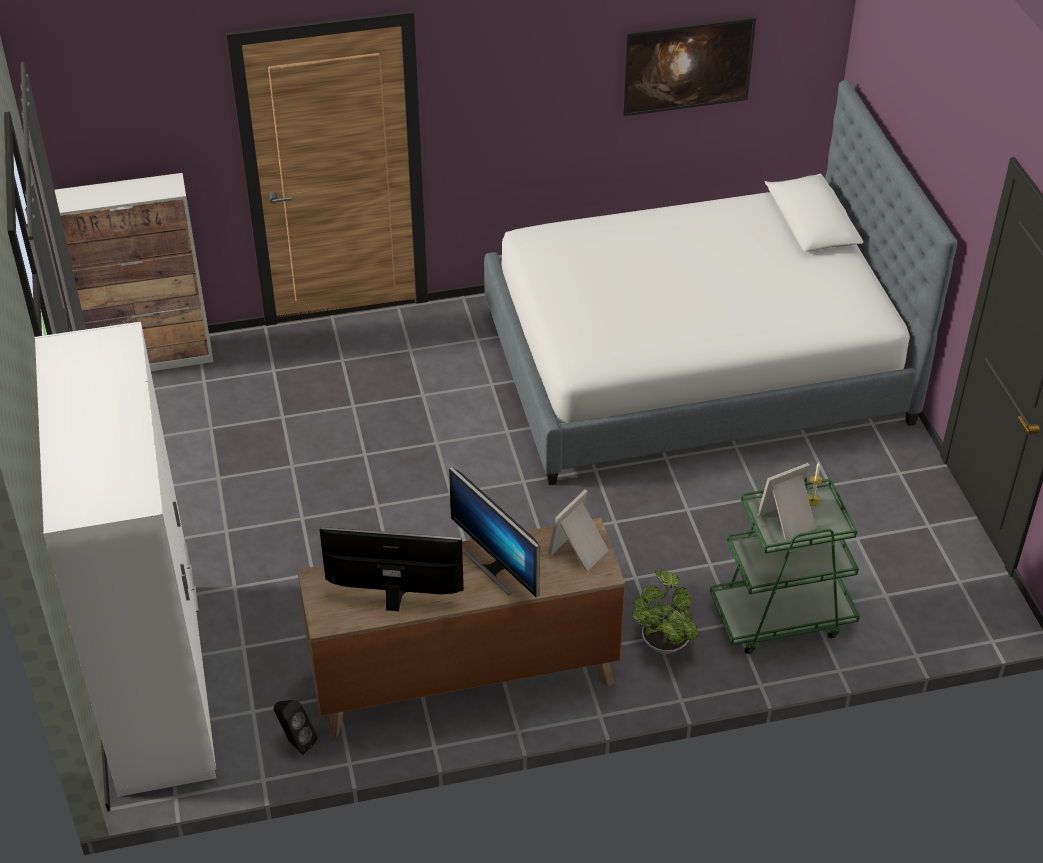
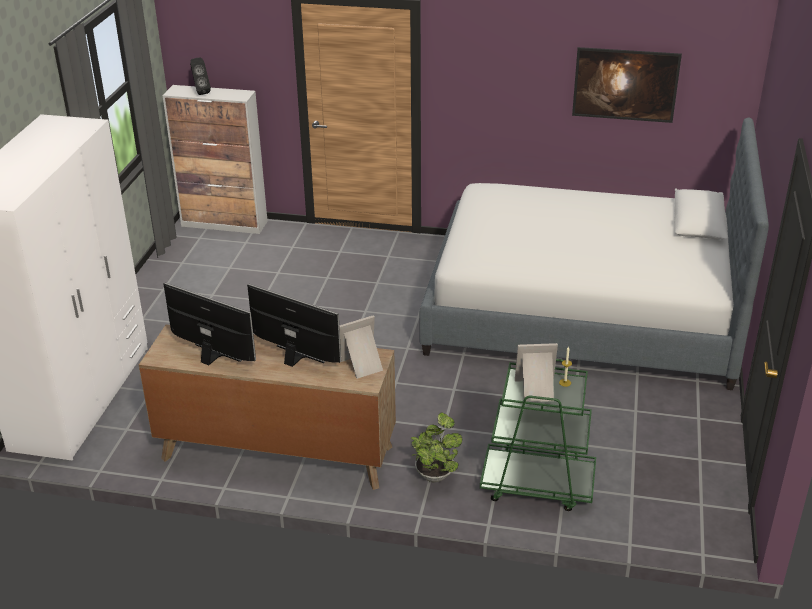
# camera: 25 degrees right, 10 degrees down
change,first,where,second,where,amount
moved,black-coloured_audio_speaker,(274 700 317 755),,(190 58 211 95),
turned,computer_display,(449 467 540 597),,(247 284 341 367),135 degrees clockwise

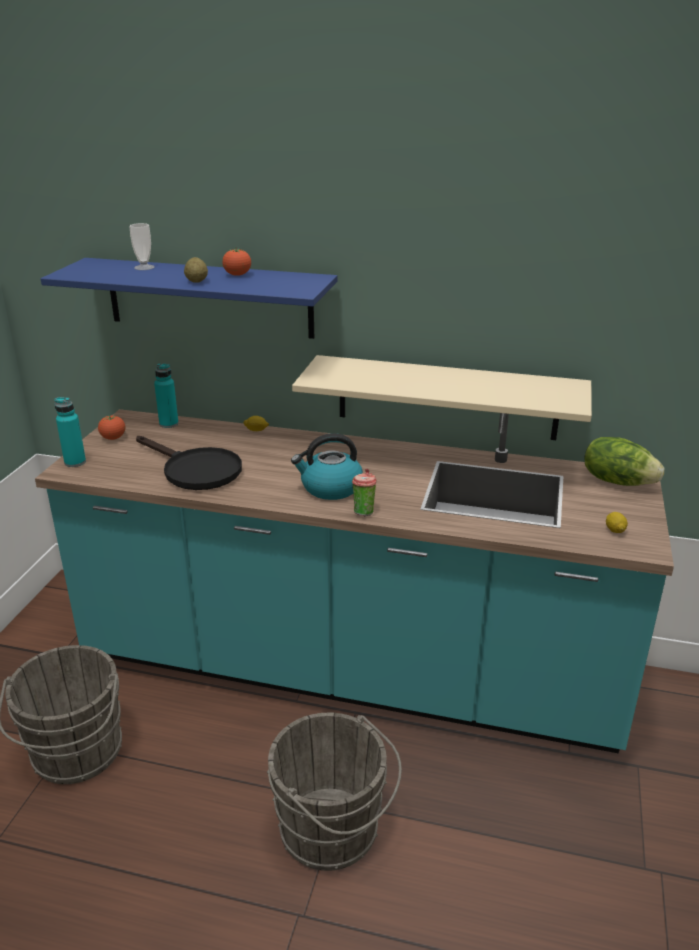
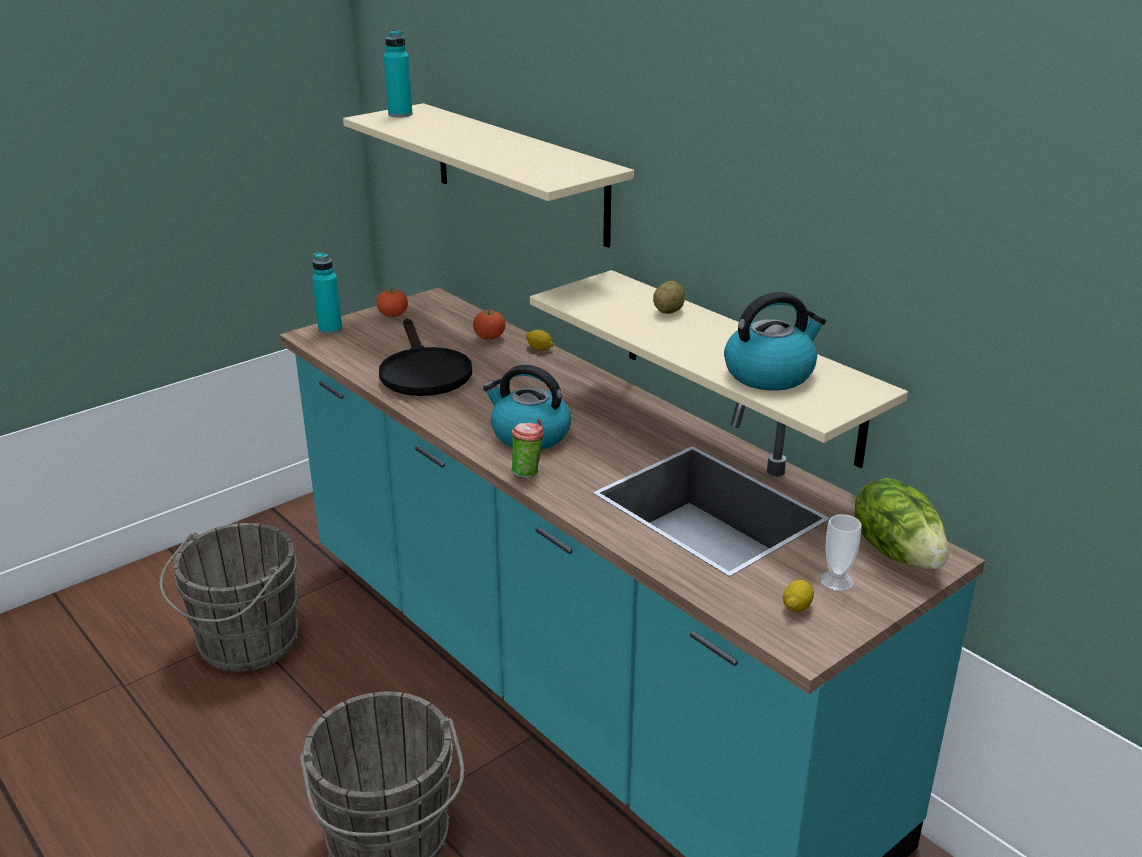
# camera: 35 degrees right, 0 degrees up
change,first,where,second,where,amount
added,,,kettle,(724 292 826 390),
moved,drinking_cup,(129 223 154 270),,(820 514 861 592),
moved,turquoise_beverage_bottle,(154 363 179 428),,(384 30 412 118),
moved,whole_potato,(184 257 208 283),,(653 281 685 314),
moved,tomato,(222 248 251 276),,(473 309 505 340),
recoloured,blue-coloured_bracket_shelf,(41 258 337 339),beige_bracket_shelf,(343 103 634 248),

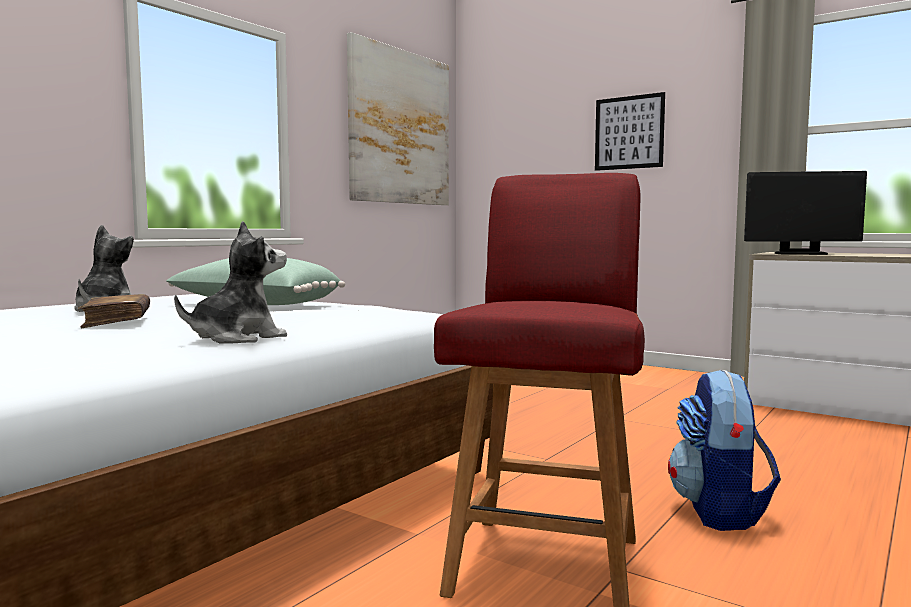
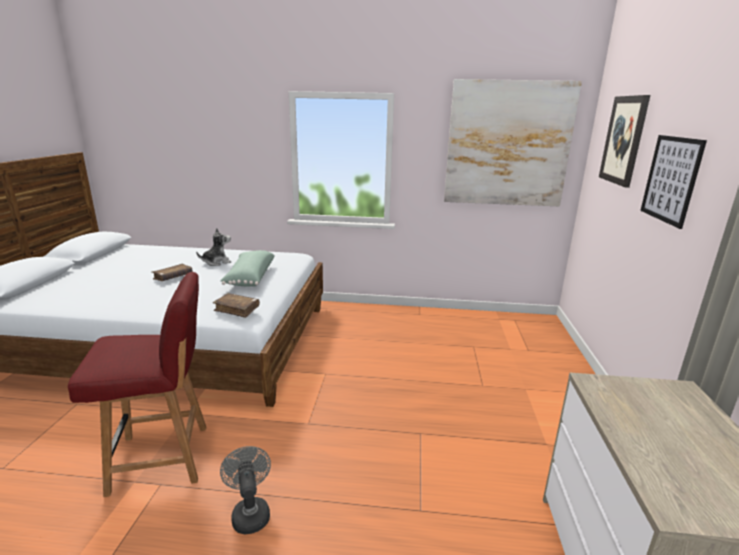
# camera: 60 degrees right, 15 degrees up
change,first,where,second,where,amount
removed,plush_toy,(174 221 287 344),,,
removed,computer_display,(744 171 867 255),,,
added,,,brown_book,(213 293 260 318),
added,,,wall_picture,(599 95 650 188),
replaced,backpack,(668 370 781 531),grey_fan,(220 446 271 534),

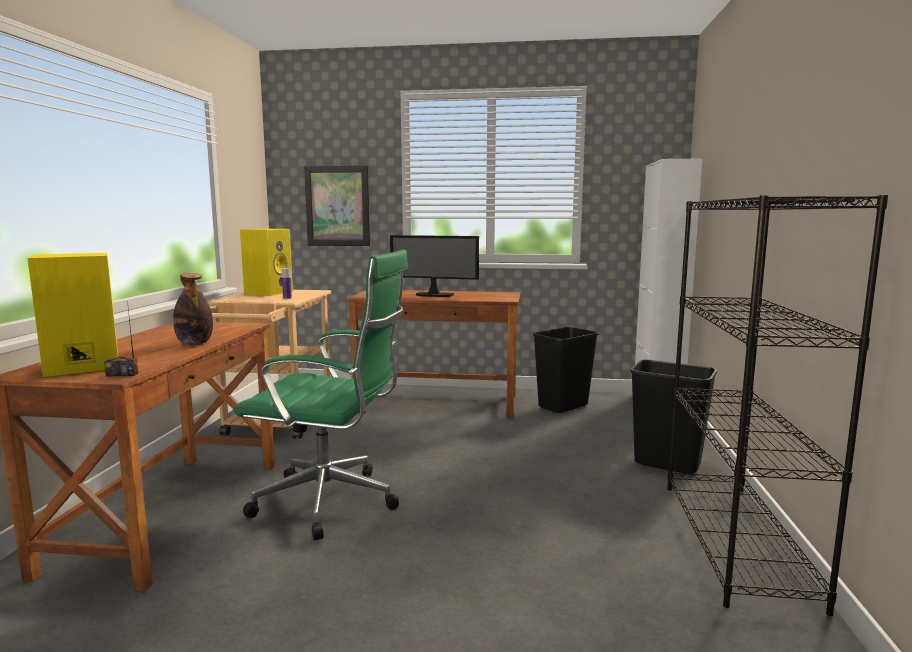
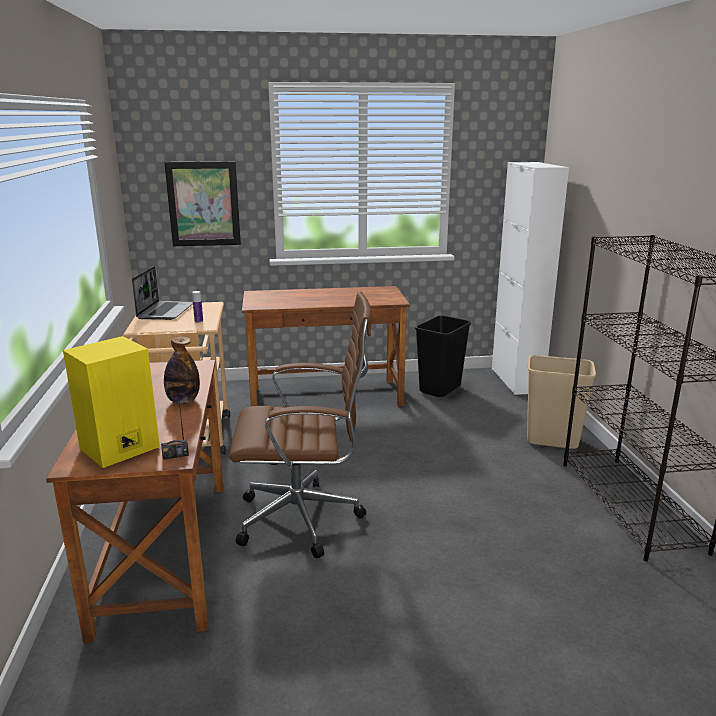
# camera: 15 degrees left, 10 degrees up
change,first,where,second,where,amount
removed,computer_display,(390 235 479 297),,,
replaced,yellow_audio_speaker,(240 229 293 296),notebook_computer,(132 266 193 320),
recoloured,green_office_chair,(234 249 409 541),brown_office_chair,(229 292 371 558),
recoloured,black-coloured_rubbish_bin,(630 360 717 474),beige_rubbish_bin,(527 355 596 449),

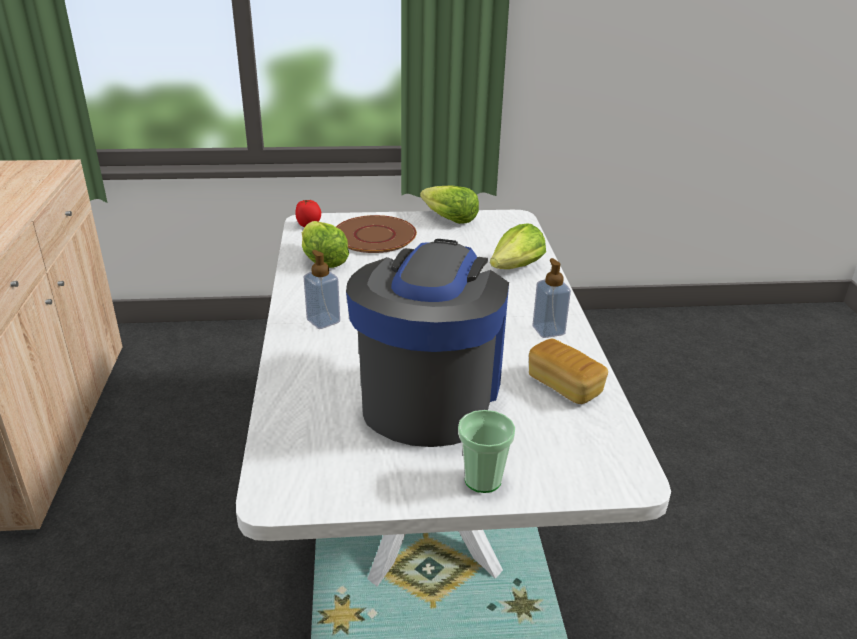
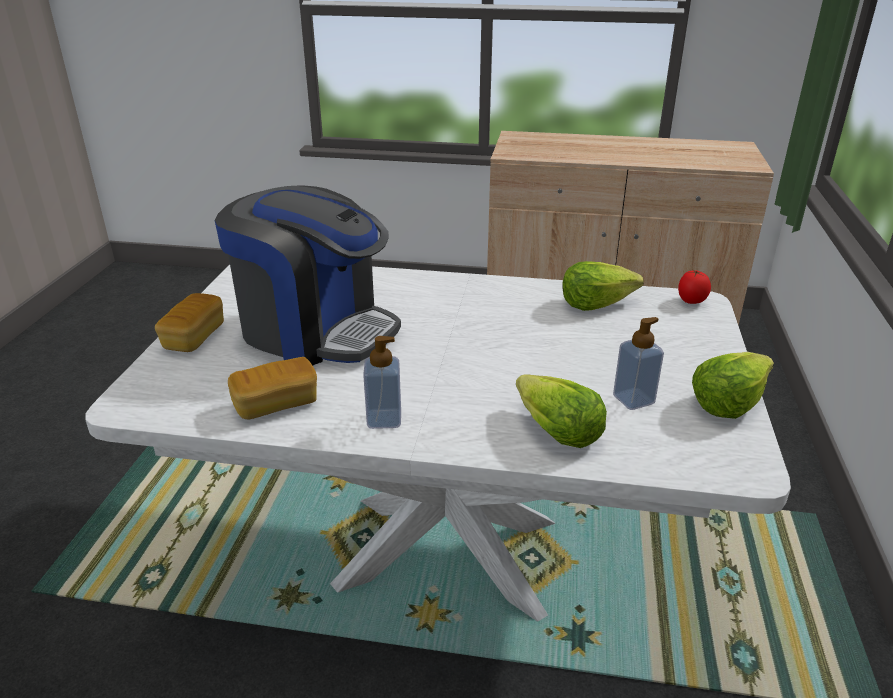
# camera: 105 degrees right, 0 degrees up
change,first,where,second,where,amount
removed,brown_plate,(336 215 417 253),,,
moved,soap_bottle,(304 250 340 329),,(613 317 664 410),
replaced,drinking_cup,(458 410 515 493),bread,(155 293 224 352),

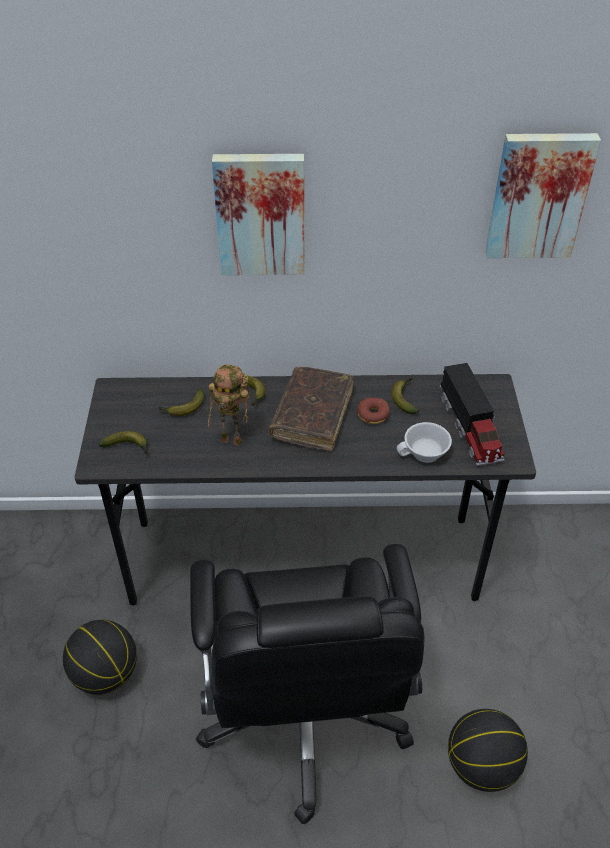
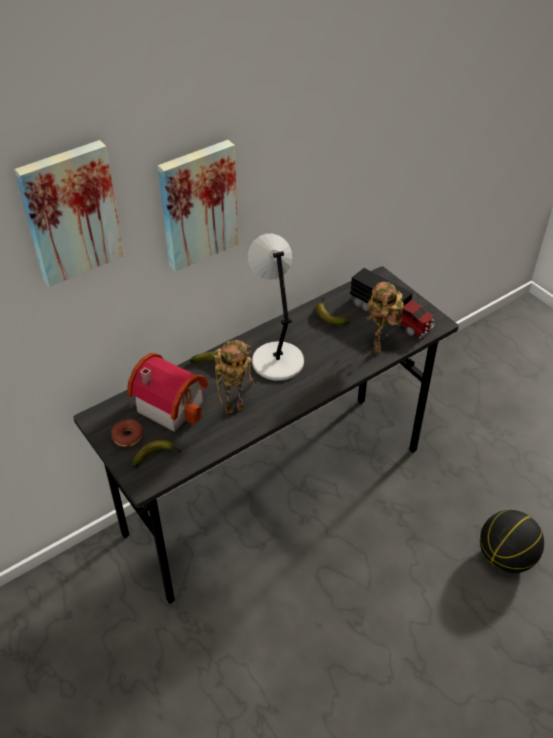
# camera: 35 degrees left, 0 degrees up
change,first,where,second,where,amount
removed,basketball,(63 620 137 695),,,
removed,black-coloured_office_chair,(190 544 424 824),,,
moved,donut,(357 398 390 424),,(111 419 143 447),
moved,wall_picture,(485 133 601 258),,(14 140 124 287),
replaced,banana_fruit,(158 388 204 416),toy_house,(127 353 208 432),
replaced,brown_book,(269 367 353 452),grey_tabletop_lamp,(248 234 304 381),
replaced,whitish_drinking_cup,(396 422 452 463),robot_figure,(366 282 404 353),

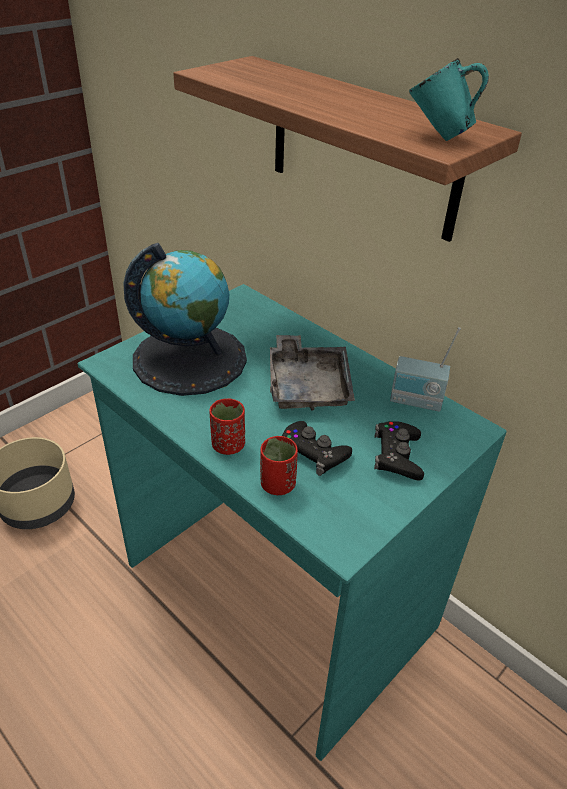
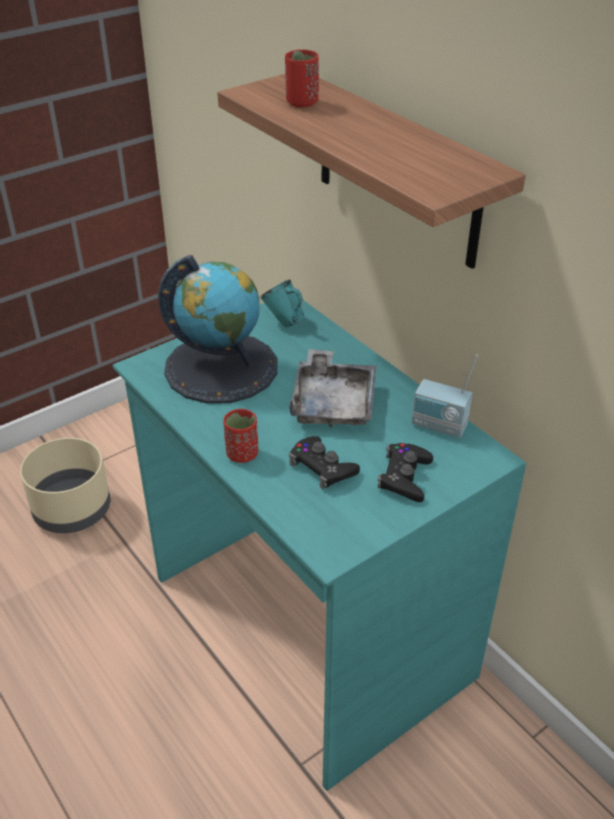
# camera: 10 degrees right, 0 degrees up
change,first,where,second,where,amount
moved,red-coloured_drinking_cup,(260 436 298 495),,(285 49 319 107),
moved,turquoise_mug,(409 58 489 141),,(260 279 305 328),

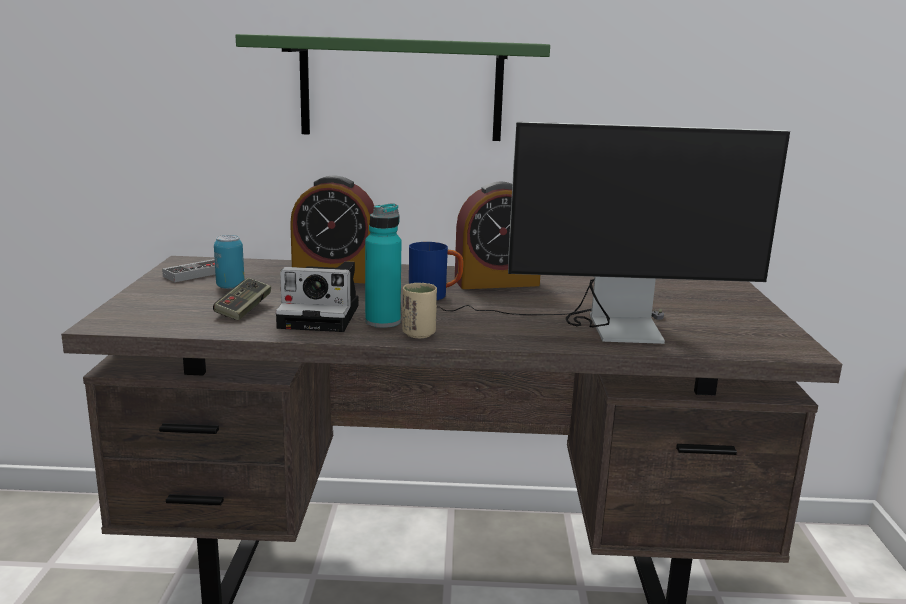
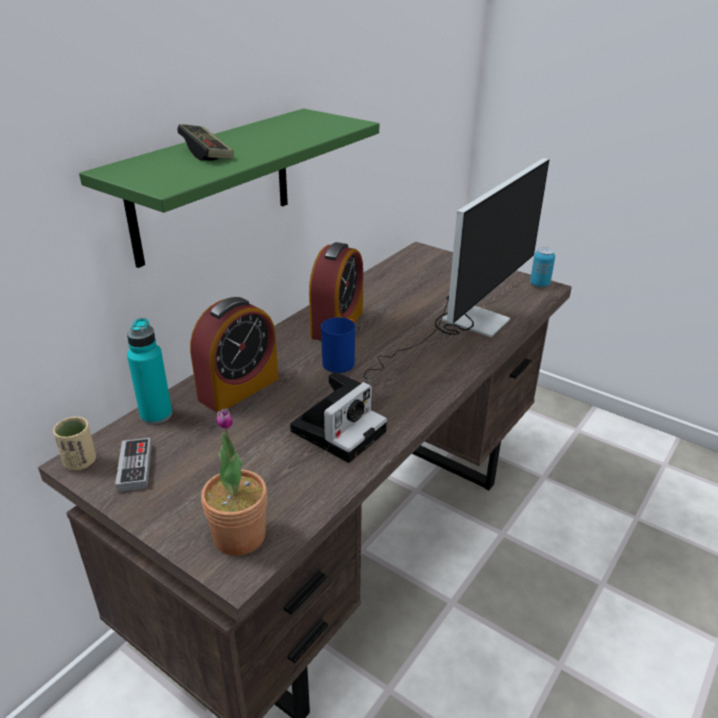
# camera: 55 degrees left, 15 degrees up
change,first,where,second,where,amount
added,,,houseplant,(201 408 267 556),
moved,joypad,(213 278 271 320),,(177 124 234 161),
moved,sealed_can,(214 235 244 289),,(530 247 555 287),
moved,turquoise_beverage_bottle,(365 204 401 328),,(127 318 172 425),
moved,beige_drinking_cup,(402 283 437 338),,(53 416 96 470),

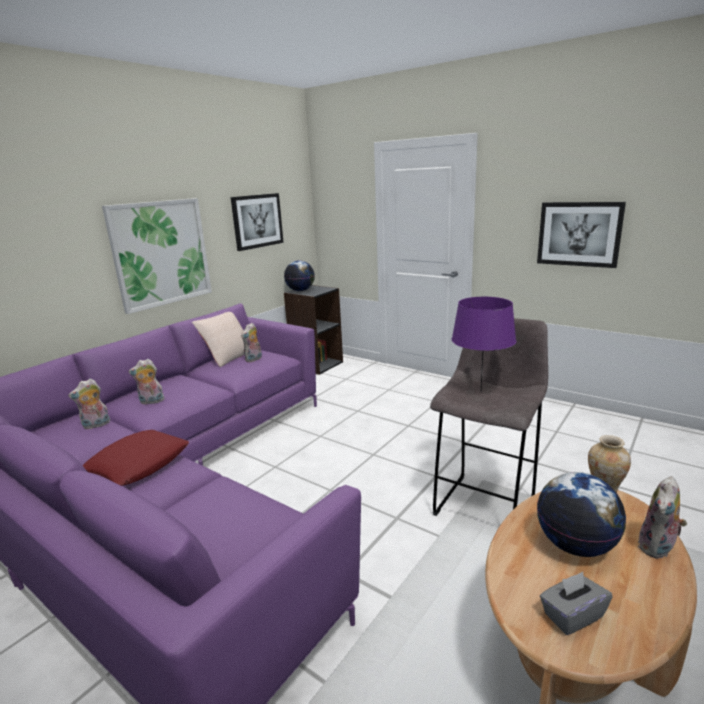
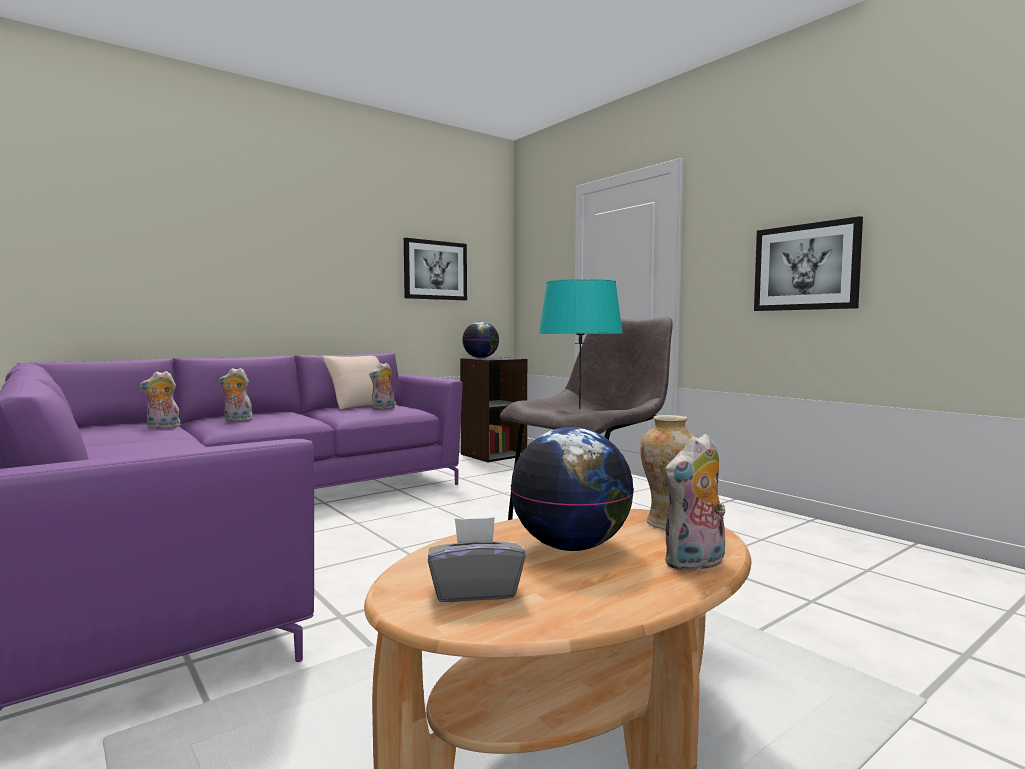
# camera: 15 degrees right, 15 degrees down
change,first,where,second,where,amount
removed,red-coloured_throw_pillow,(82 430 189 486),,,
removed,wall_picture,(102 198 212 314),,,
recoloured,purple_tabletop_lamp,(452 297 516 389),turquoise_tabletop_lamp,(539 279 623 409),

